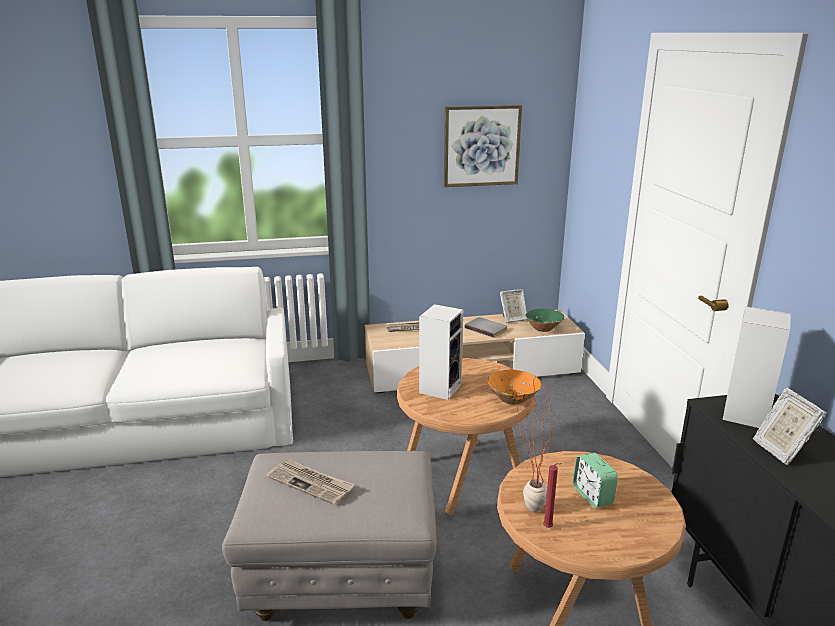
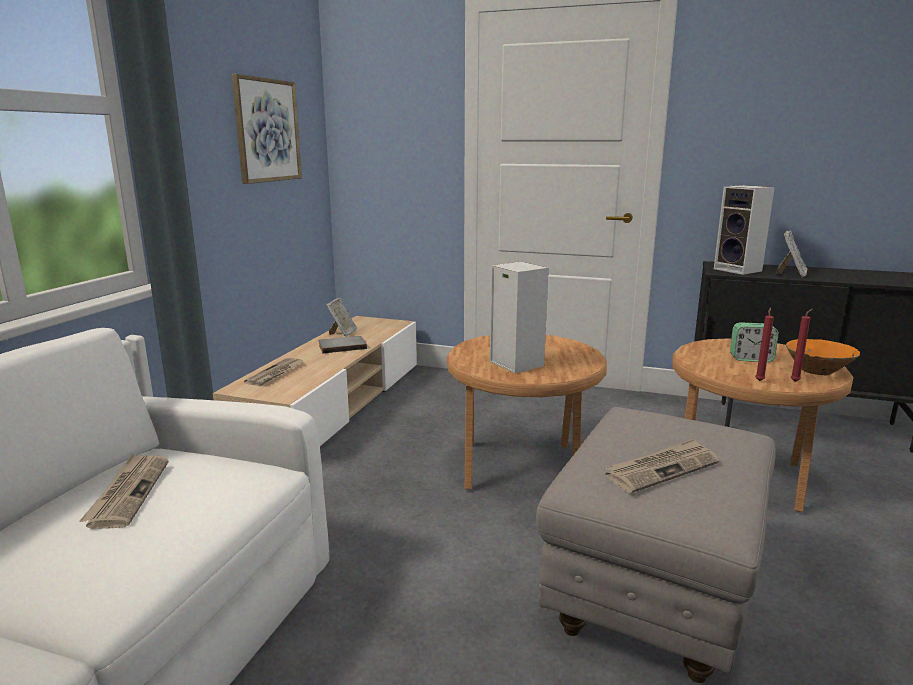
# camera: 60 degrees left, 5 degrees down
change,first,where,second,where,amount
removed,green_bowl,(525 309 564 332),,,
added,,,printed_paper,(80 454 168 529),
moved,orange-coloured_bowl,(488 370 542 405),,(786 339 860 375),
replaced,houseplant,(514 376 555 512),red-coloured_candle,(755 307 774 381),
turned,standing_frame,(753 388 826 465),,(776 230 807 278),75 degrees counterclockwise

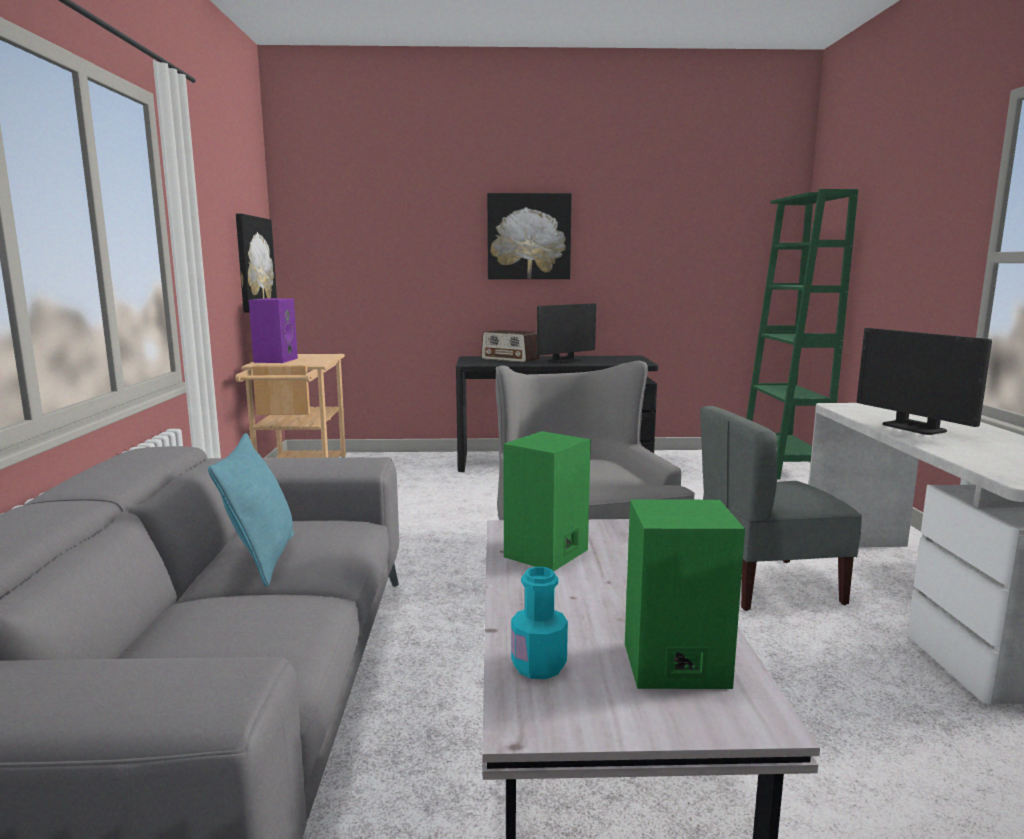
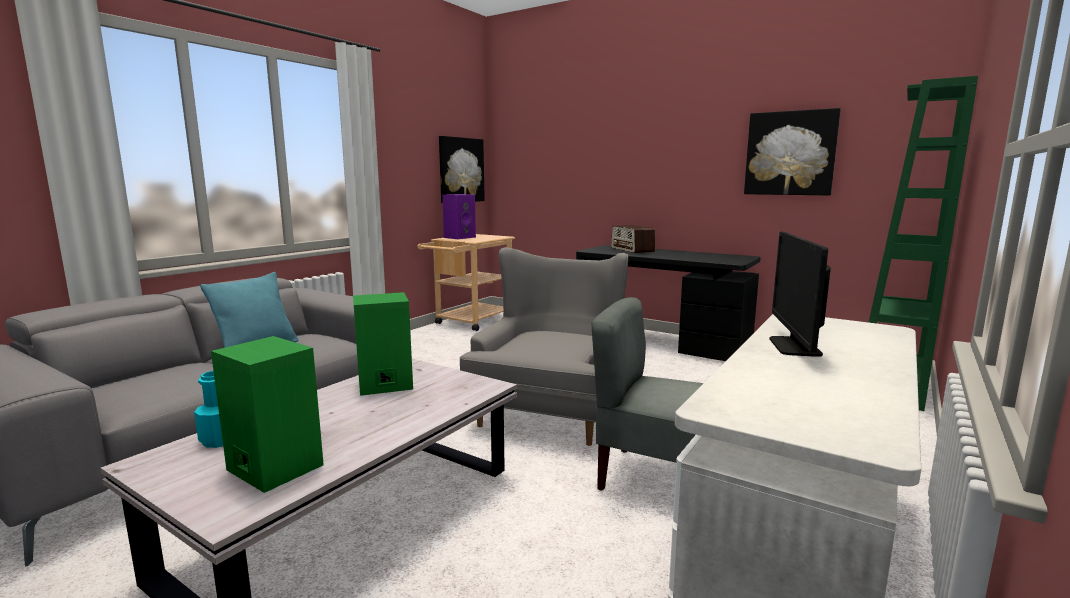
# camera: 35 degrees right, 0 degrees up
change,first,where,second,where,amount
removed,computer_display,(537 303 596 363),,,
moved,wall_picture,(487 193 572 279),,(744 108 841 196),

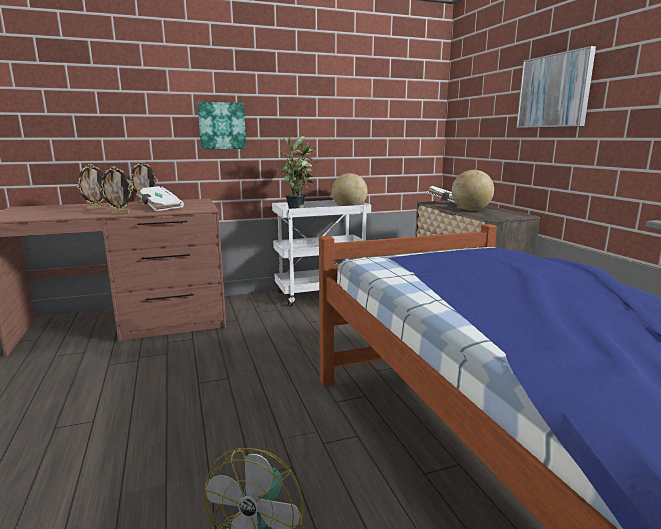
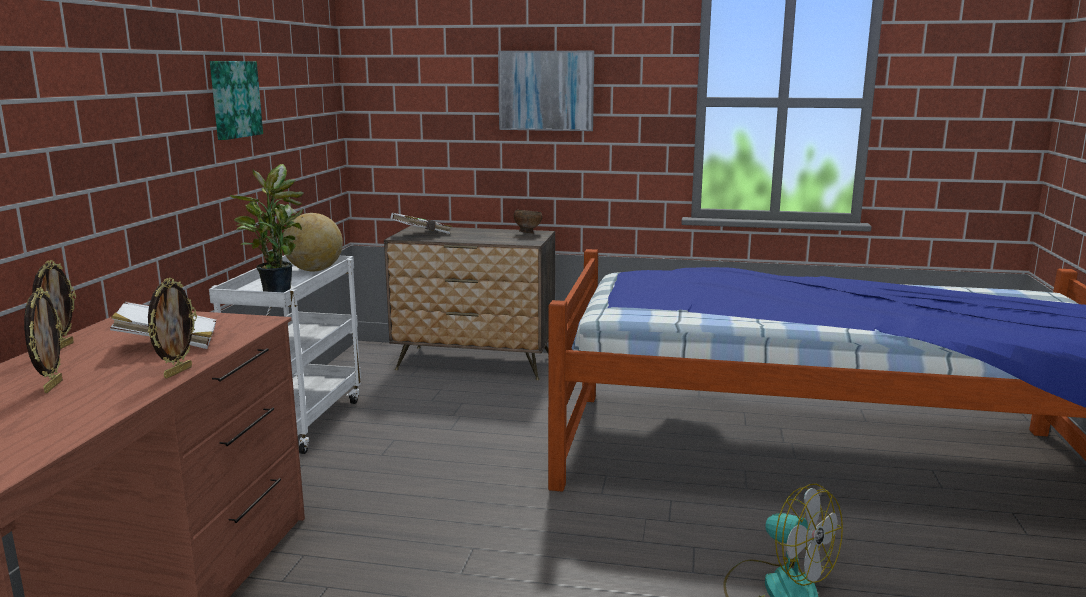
# camera: 60 degrees left, 0 degrees up
change,first,where,second,where,amount
removed,desk_globe,(452 170 494 211),,,
added,,,brown_bowl,(514 210 542 234),
moved,wall_picture,(197 102 246 149),,(210 61 263 140),

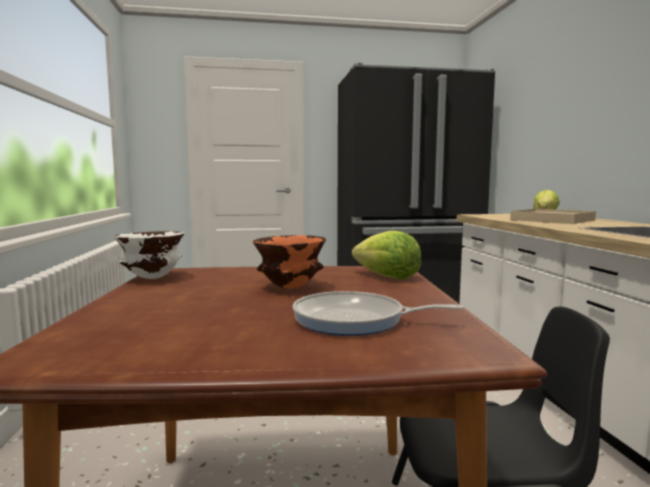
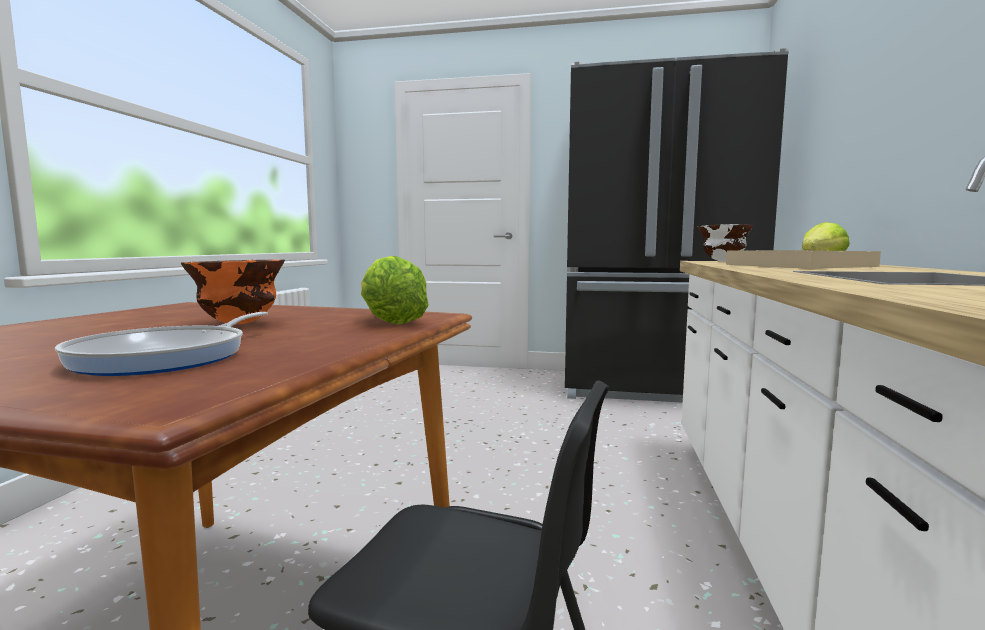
# camera: 20 degrees right, 0 degrees up
change,first,where,second,where,amount
moved,whitish_bowl,(114 231 184 279),,(697 224 754 262),
turned,skillet,(293 291 463 336),,(55 312 268 376),105 degrees counterclockwise

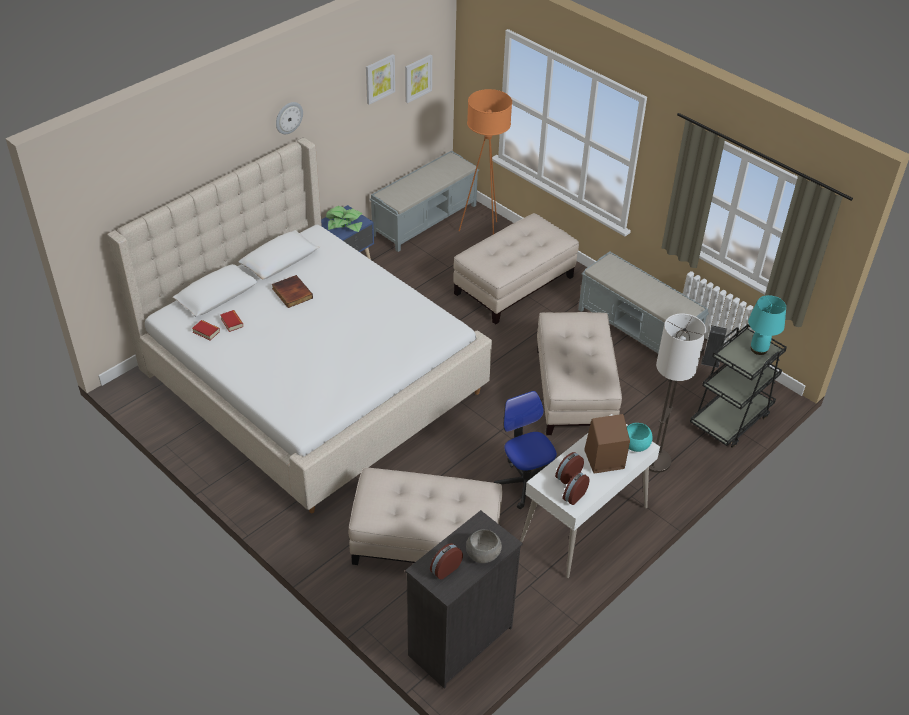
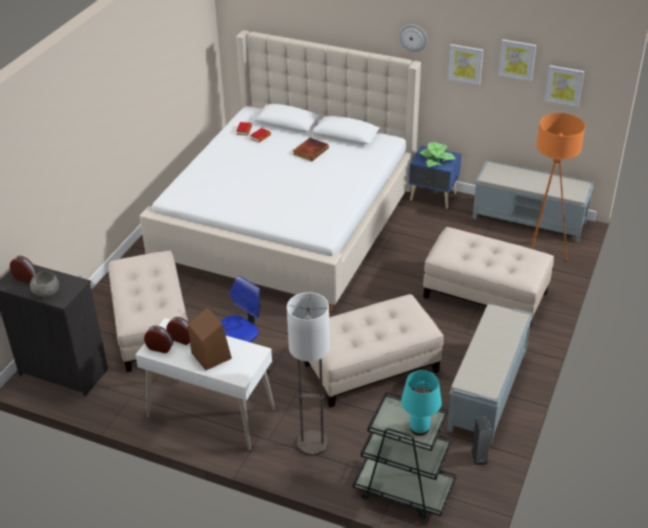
# camera: 70 degrees right, 5 degrees down
change,first,where,second,where,amount
removed,turquoise_bowl,(627 423 652 452),,,
added,,,wall_picture,(448 44 483 85),

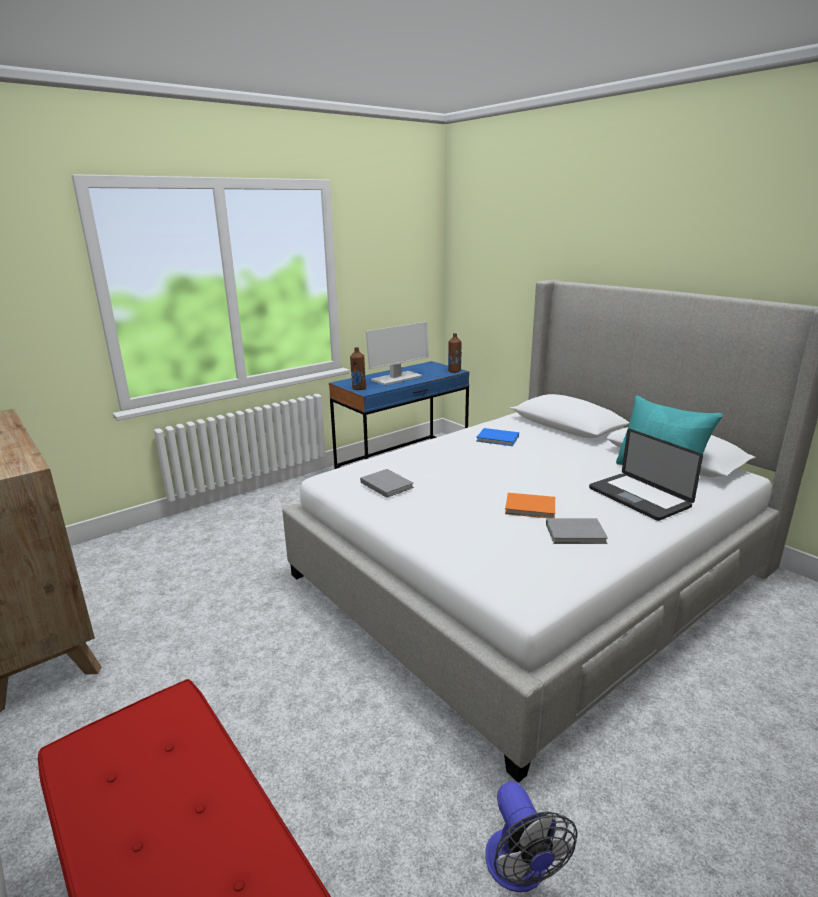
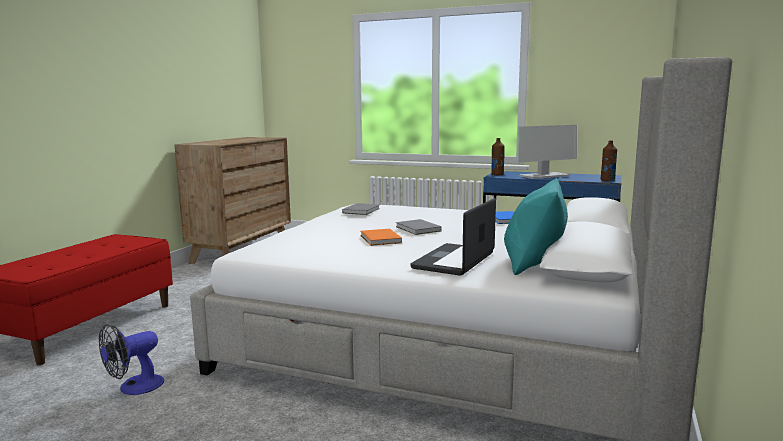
# camera: 60 degrees right, 10 degrees down
change,first,where,second,where,amount
moved,grey_book,(546 518 608 544),,(396 219 442 235),
turned,computer_display,(366 322 429 385),,(518 125 577 179),45 degrees counterclockwise

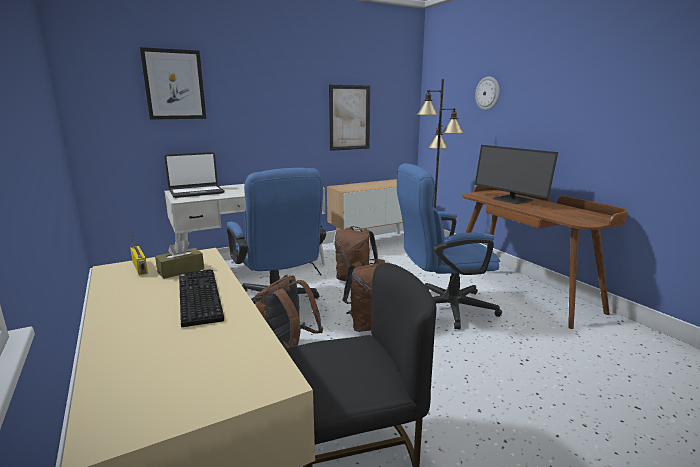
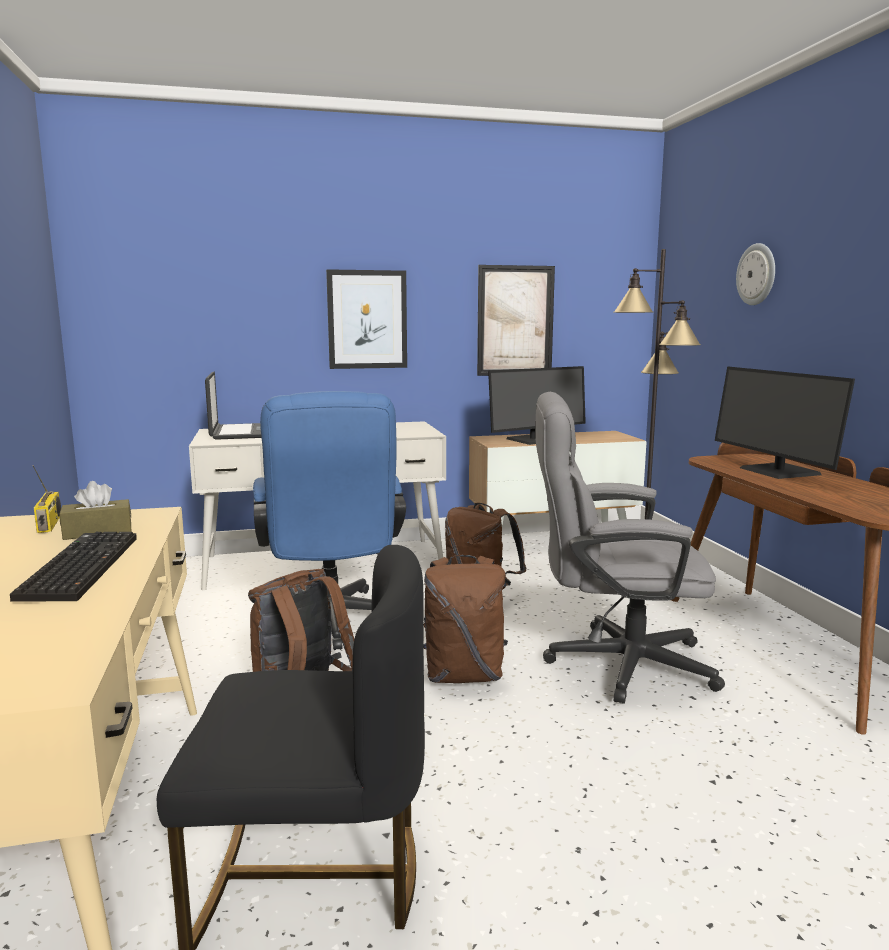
# camera: 15 degrees right, 5 degrees down
change,first,where,second,where,amount
added,,,computer_display,(488 366 586 445),
moved,wall_picture,(140 47 206 120),,(326 269 407 369),
recoloured,blue-coloured_office_chair,(397 163 502 329),grey_office_chair,(536 392 725 704),
turned,notebook_computer,(164 152 225 198),,(205 371 261 440),90 degrees counterclockwise

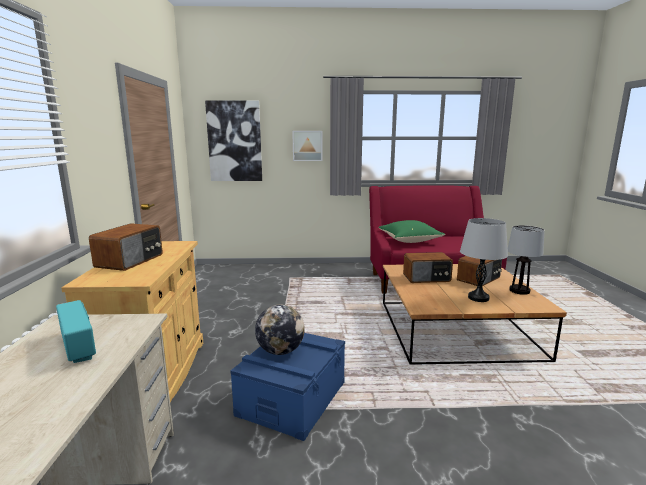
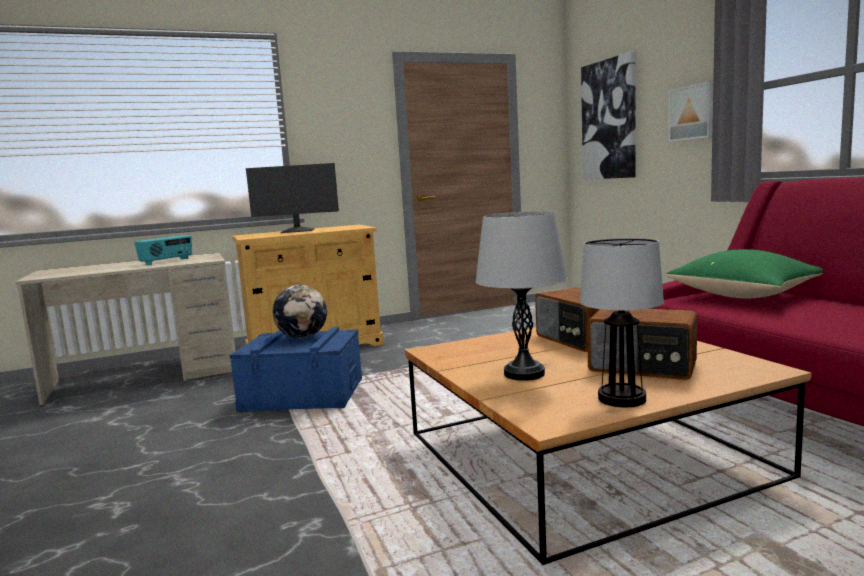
# camera: 70 degrees right, 5 degrees down
change,first,where,second,where,amount
replaced,radio,(89 223 163 271),computer_display,(246 163 339 233),

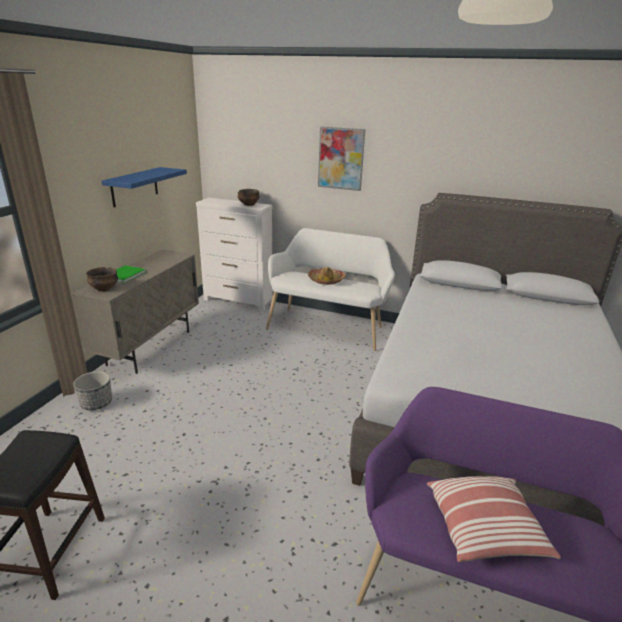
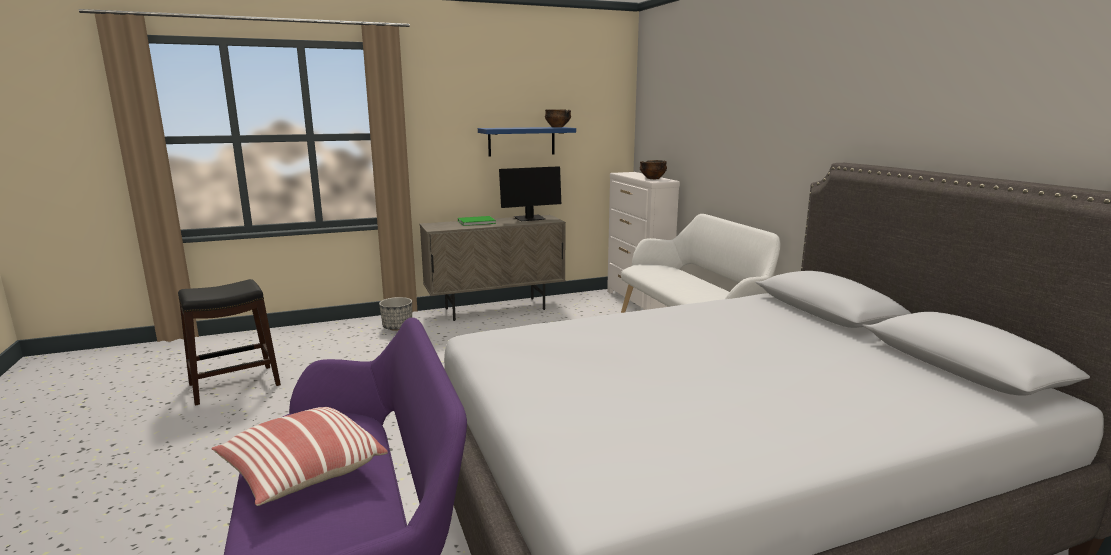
# camera: 50 degrees right, 10 degrees down
change,first,where,second,where,amount
removed,wearable_hat,(308 266 345 285),,,
removed,wall_picture,(318 127 365 191),,,
added,,,computer_display,(499 166 561 221),
moved,bowl,(86 267 118 292),,(545 109 571 127),

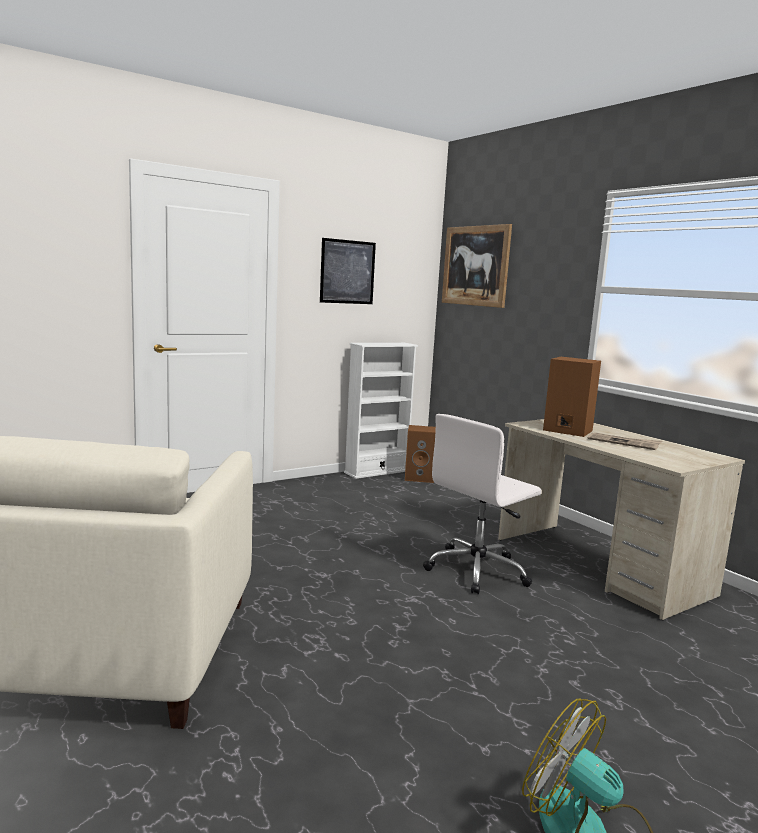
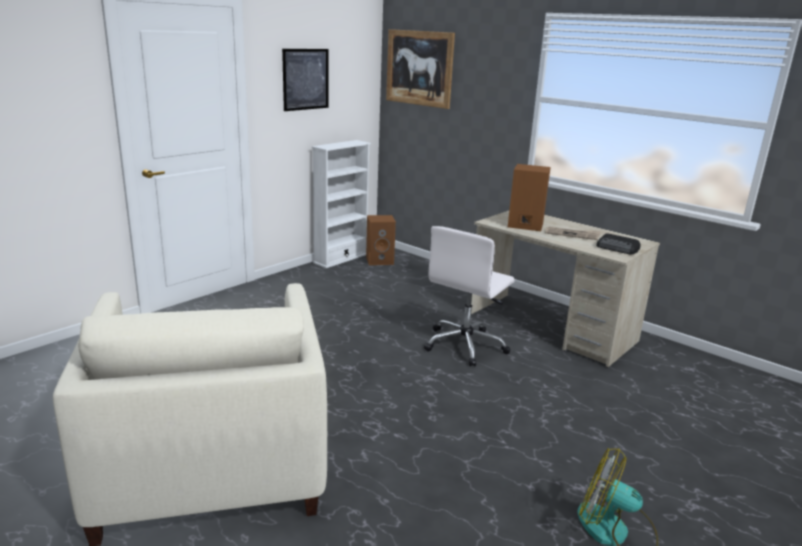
# camera: 15 degrees left, 10 degrees up
change,first,where,second,where,amount
added,,,radio,(596 233 640 254),

